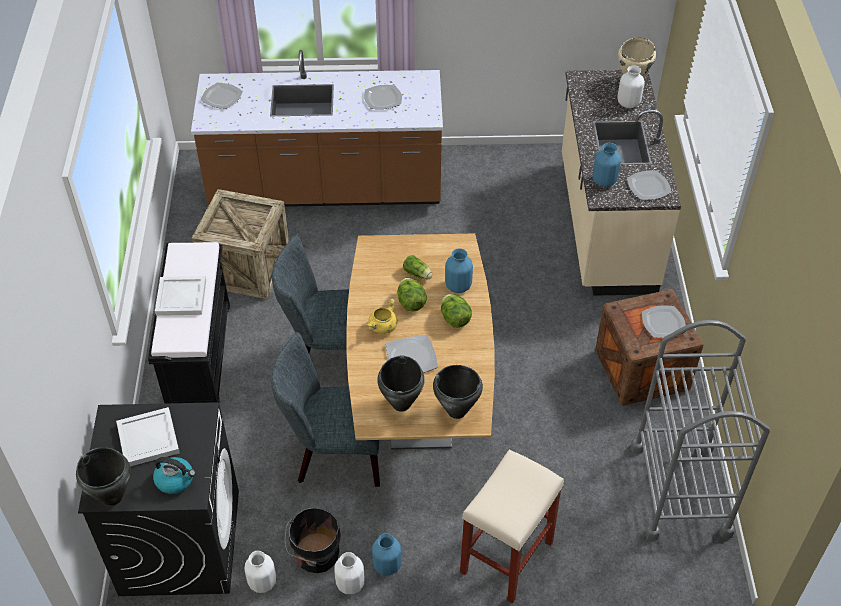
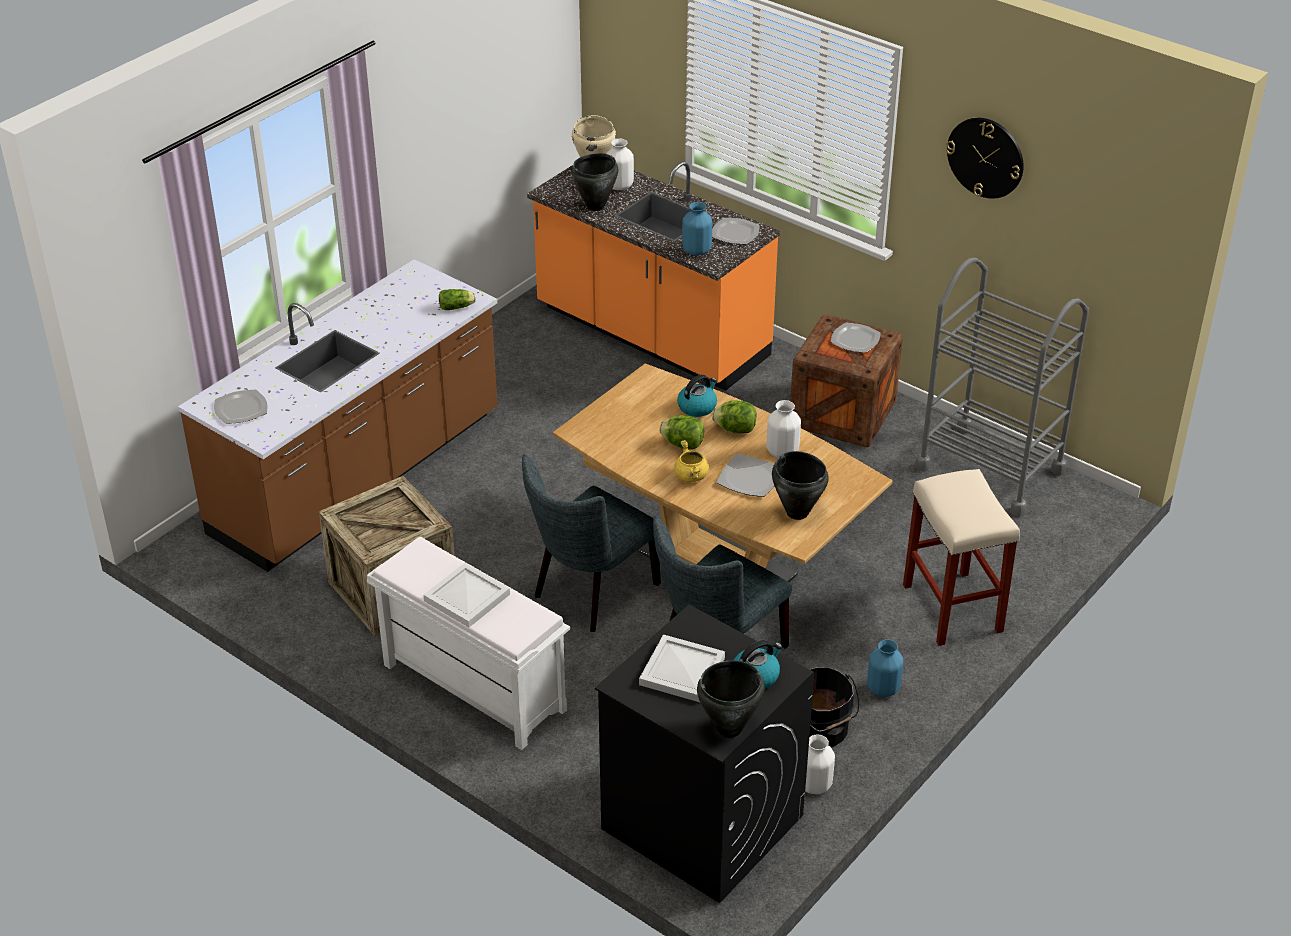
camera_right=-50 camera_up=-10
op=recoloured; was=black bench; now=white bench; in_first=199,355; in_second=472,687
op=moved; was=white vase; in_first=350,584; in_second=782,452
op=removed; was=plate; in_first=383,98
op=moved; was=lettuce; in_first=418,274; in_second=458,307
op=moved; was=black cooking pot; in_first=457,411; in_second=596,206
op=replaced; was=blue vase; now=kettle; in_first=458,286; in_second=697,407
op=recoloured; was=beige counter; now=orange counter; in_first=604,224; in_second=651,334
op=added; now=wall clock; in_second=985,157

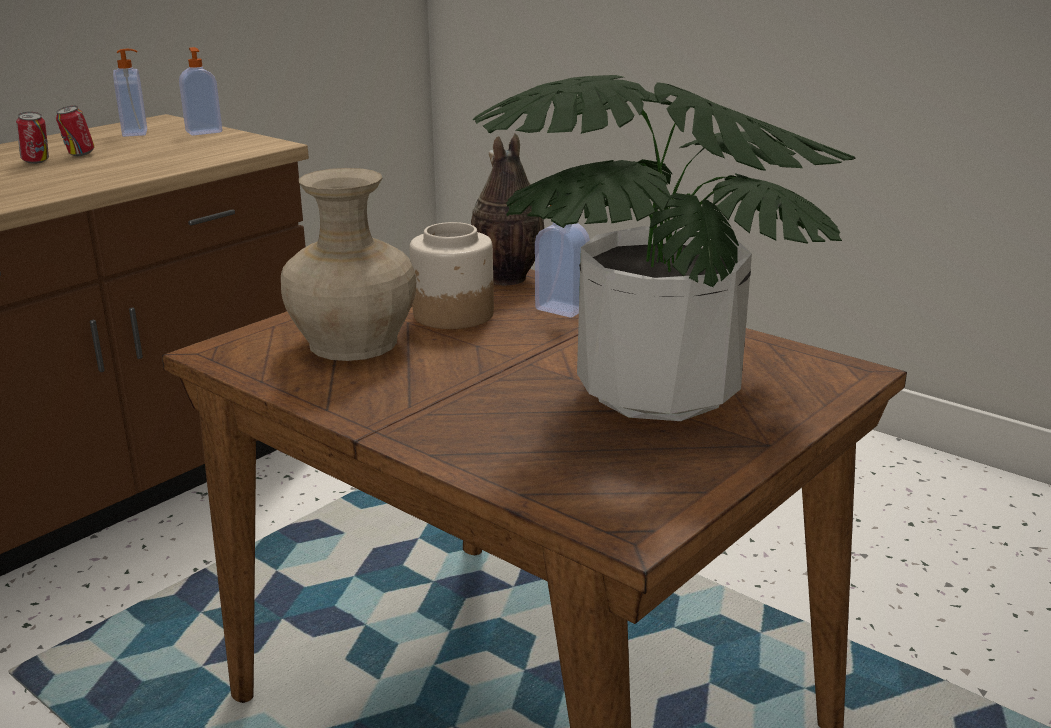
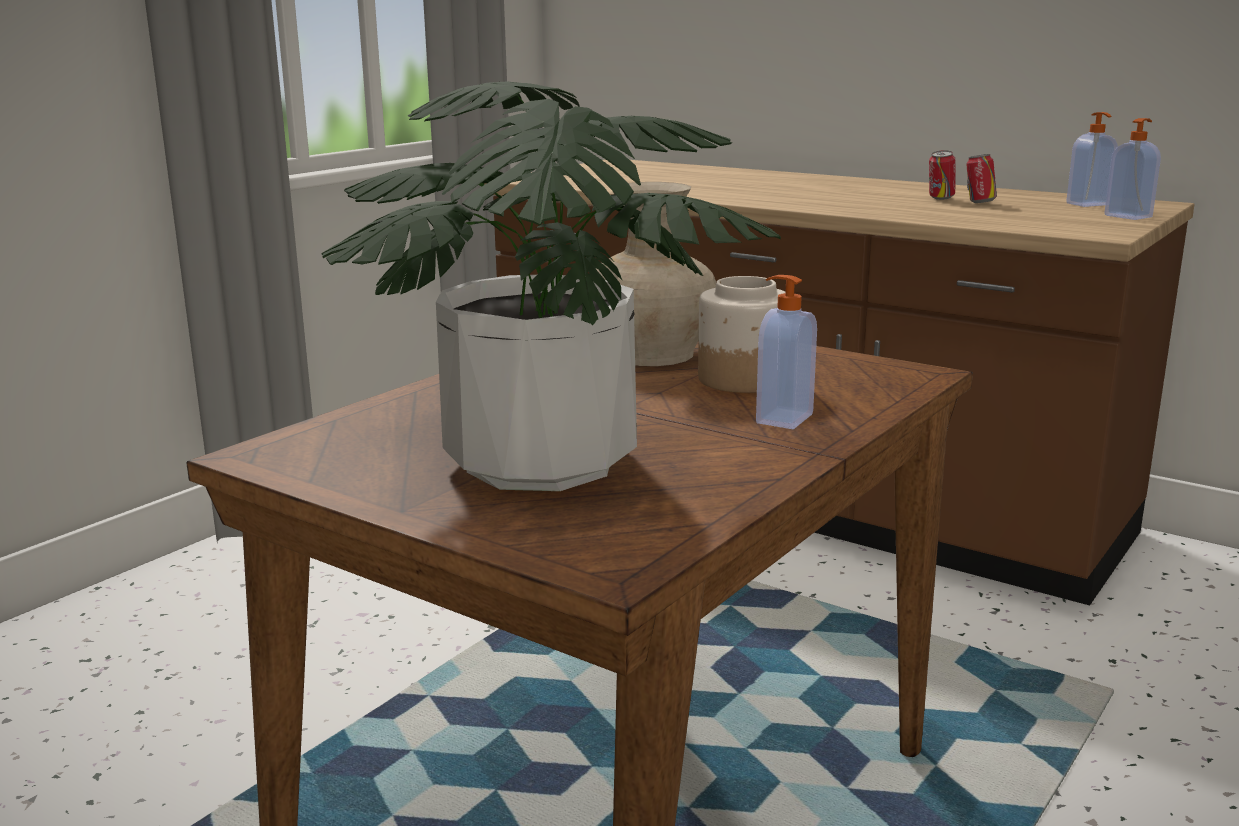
camera_right=85 camera_up=-5
op=removed; was=vase; in_first=507,279

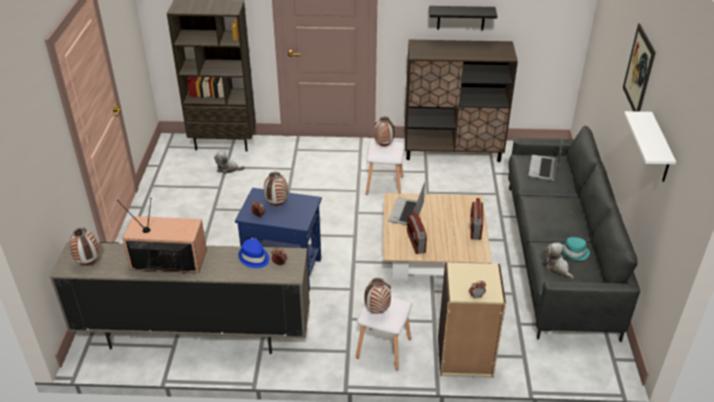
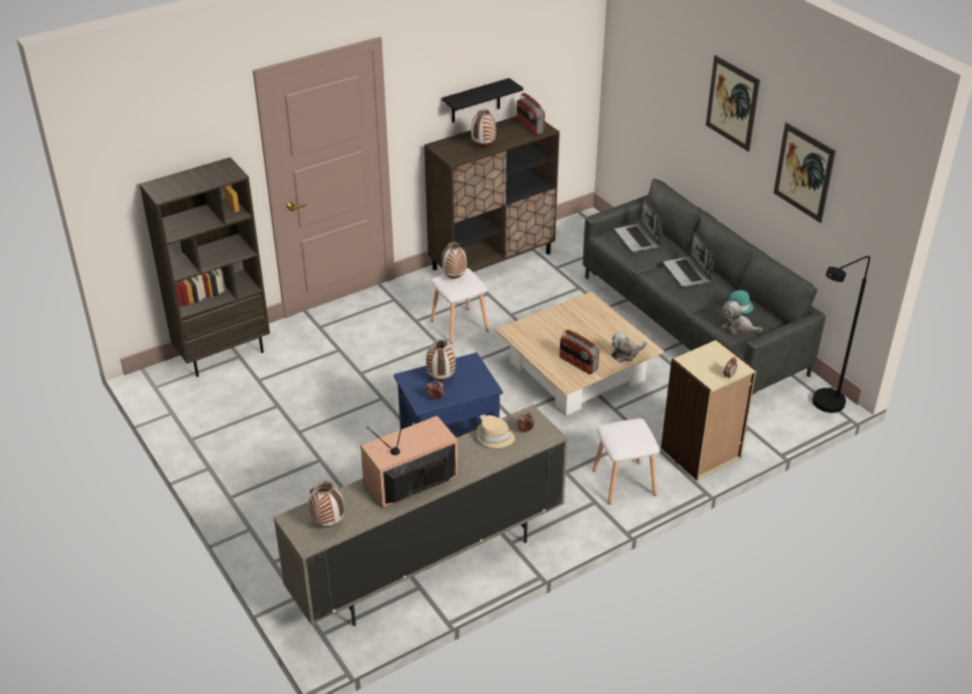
camera_right=-35 camera_up=0
op=moved; was=plush toy; in_first=228,169; in_second=626,354
op=recoloured; was=blue hat; now=beige hat; in_first=254,258; in_second=494,437
op=moved; was=vase; in_first=377,310; in_second=483,146
op=moved; was=laptop; in_first=406,213; in_second=687,273
op=moved; was=radio; in_first=475,228; in_second=530,127
op=replaced; was=white shelf; now=picture; in_first=659,149; in_second=804,172
op=added; now=black floor lamp; in_second=822,406

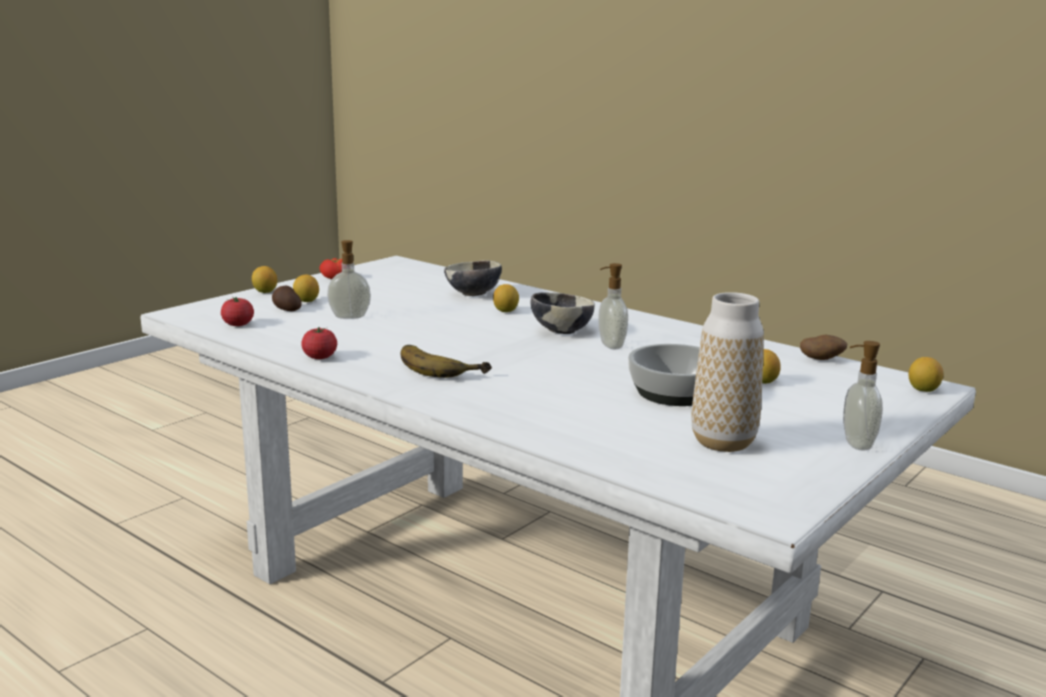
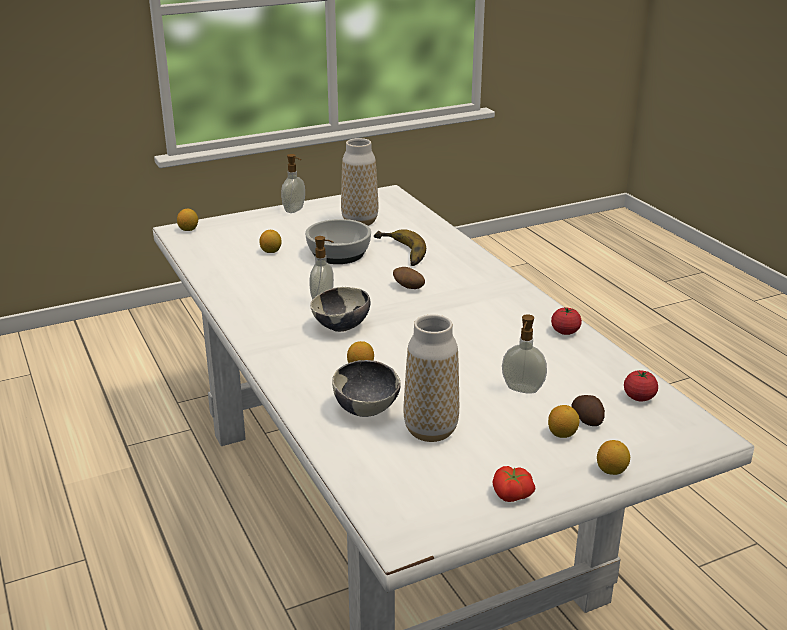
camera_right=-155 camera_up=10
op=moved; was=banana; in_first=442,367; in_second=398,253
op=moved; was=potato; in_first=821,360; in_second=408,287
op=added; now=vase; in_second=430,430

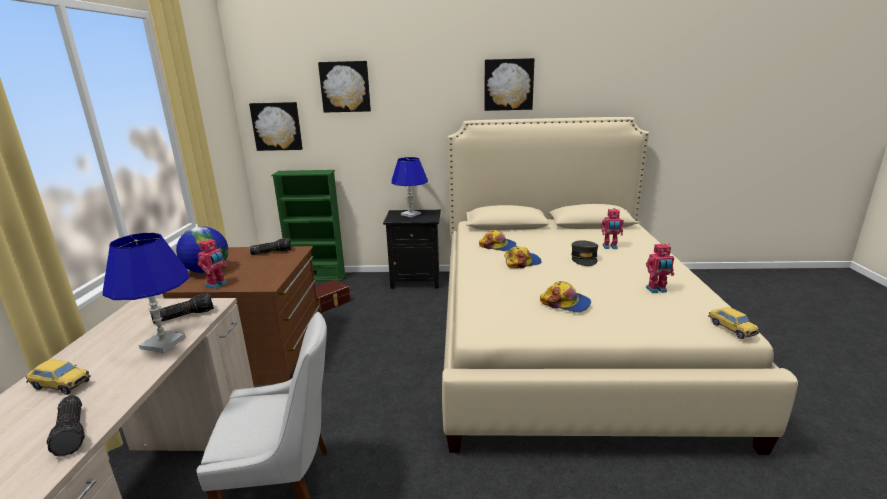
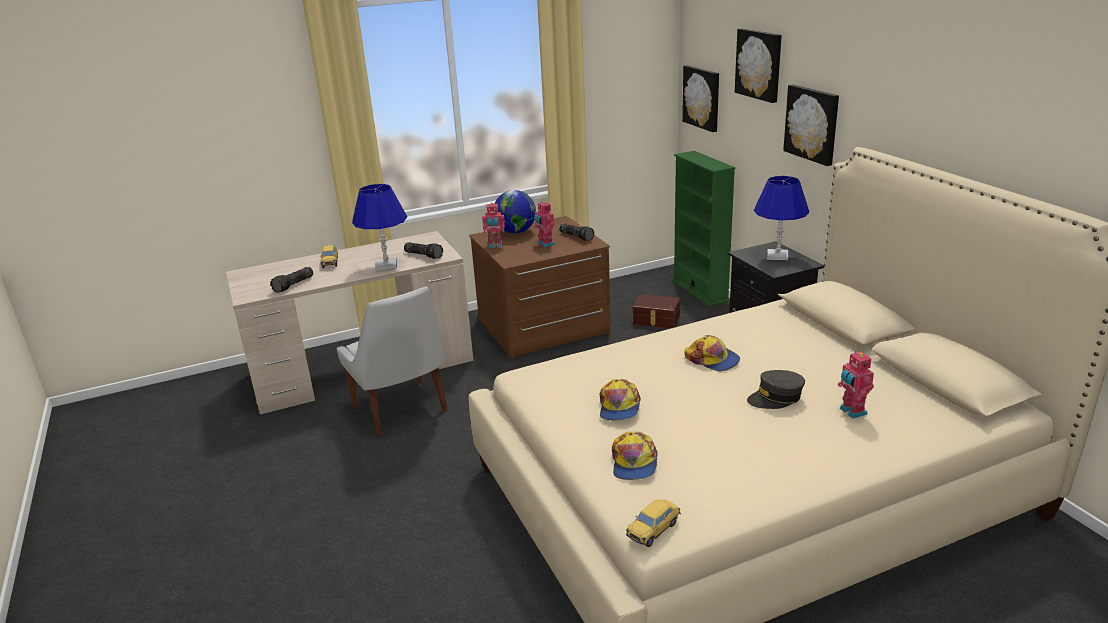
camera_right=65 camera_up=5
op=moved; was=cap; in_first=498,246; in_second=634,462
op=moved; was=picture; in_first=508,84; in_second=812,124
op=moved; was=toy robot; in_first=657,290; in_second=545,244

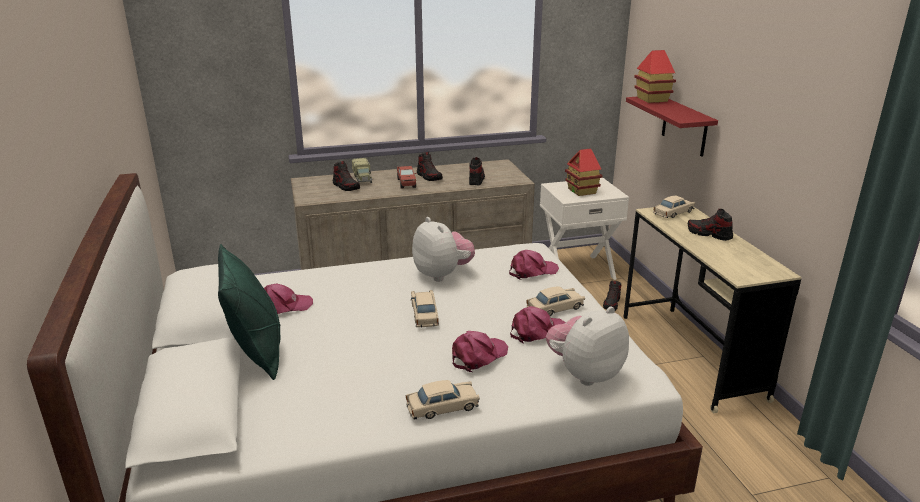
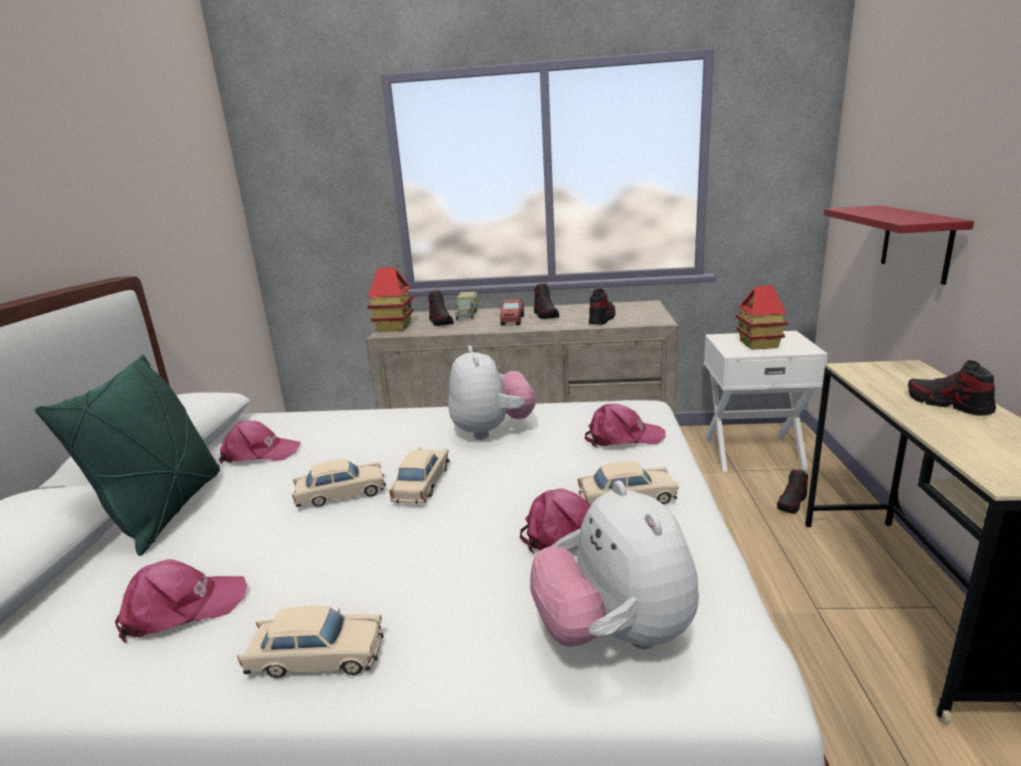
camera_right=20 camera_up=-5
op=moved; was=pink cap; in_first=478,356; in_second=182,608
op=turned; was=plush toy; in_first=584,373; in_second=614,635; clockwise=-90
op=moved; was=toy house; in_first=652,99; in_second=394,327
op=moved; was=beige toy car; in_first=673,213; in_second=341,494

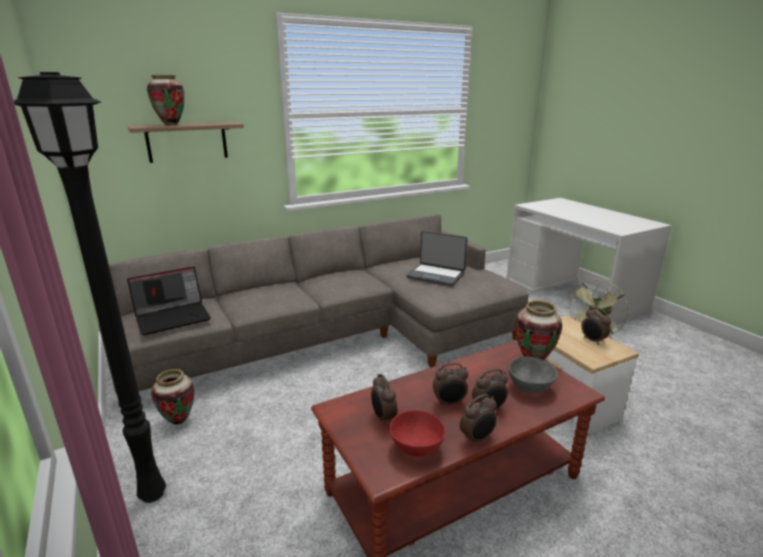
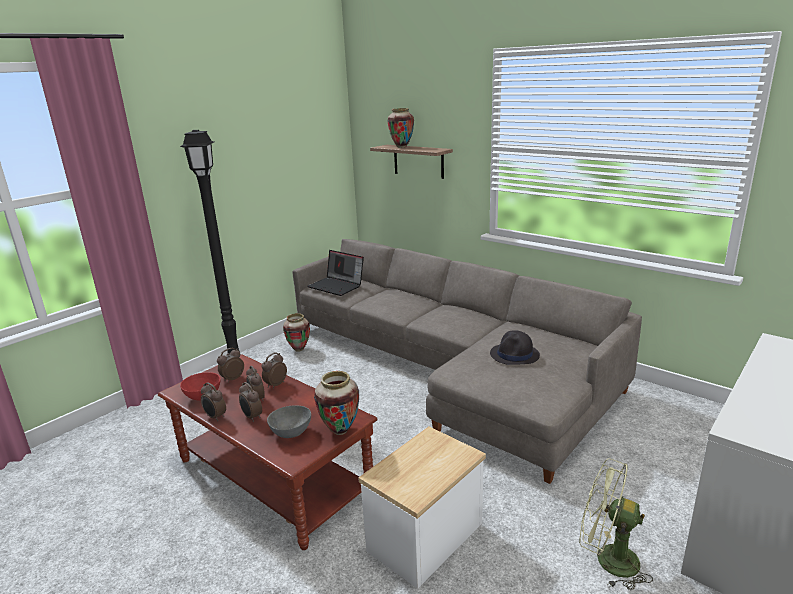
camera_right=70 camera_up=0
op=replaced; was=laptop; now=black hat; in_first=436,275; in_second=514,355
op=moved; was=alarm clock; in_first=593,341; in_second=275,385

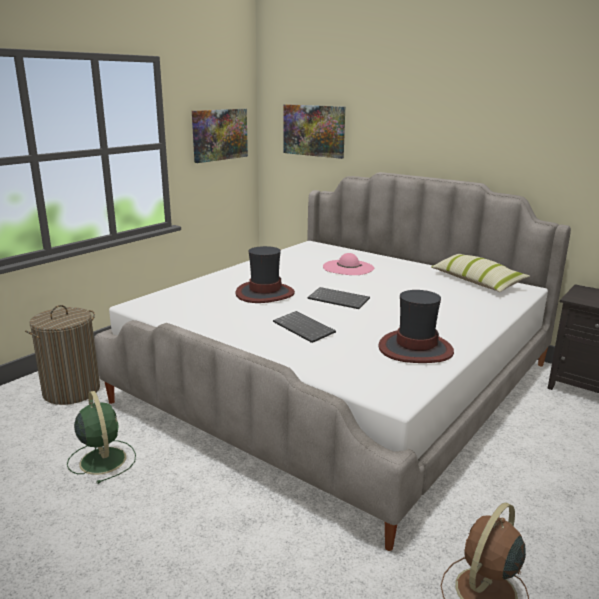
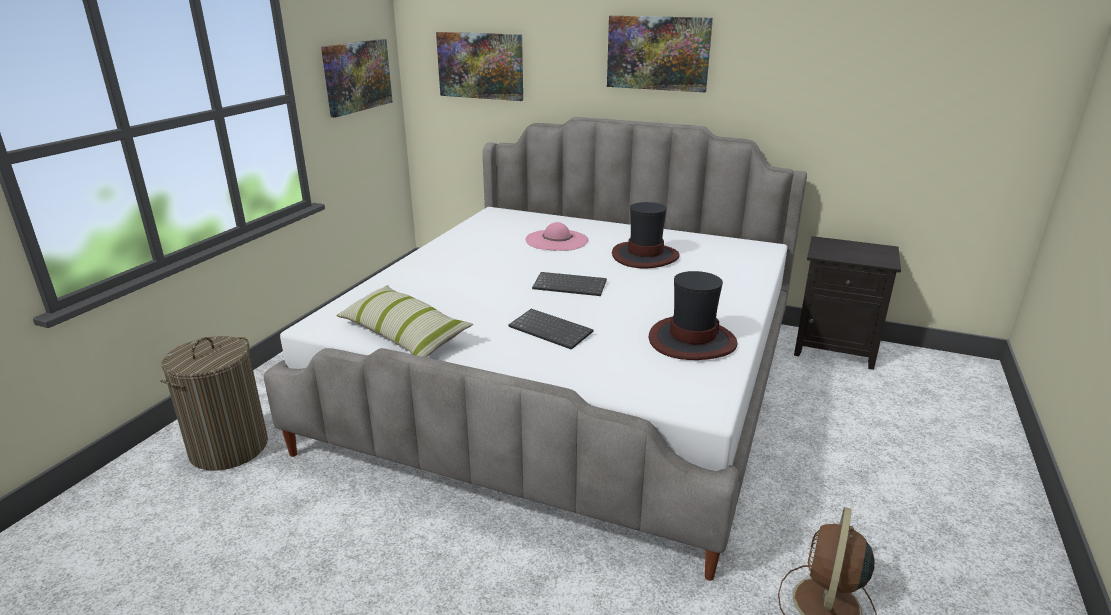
camera_right=-15 camera_up=5
op=removed; was=green fan; in_first=102,459
op=moved; was=hat; in_first=264,293; in_second=645,256
op=moved; was=pillow; in_first=476,281; in_second=403,335
op=added; now=picture; in_second=658,53

